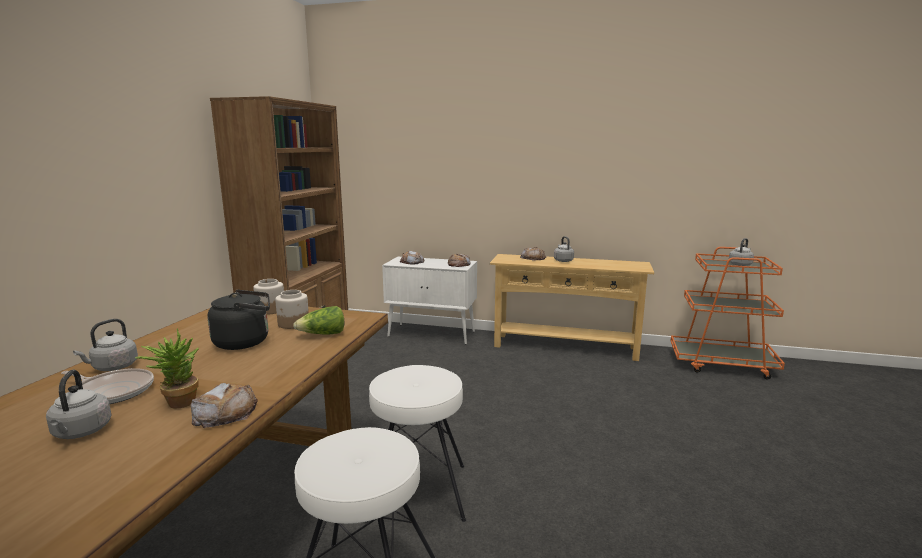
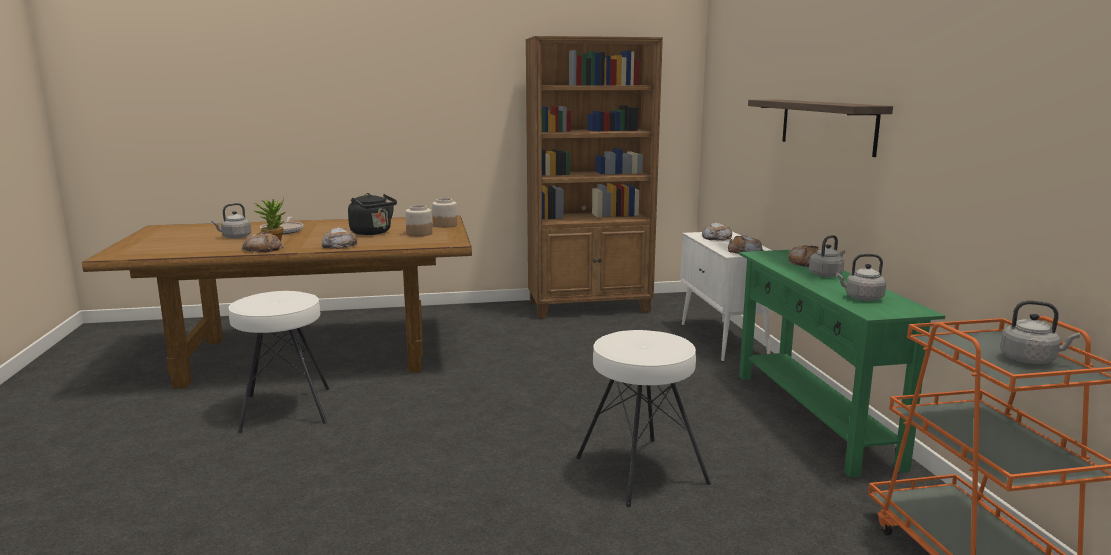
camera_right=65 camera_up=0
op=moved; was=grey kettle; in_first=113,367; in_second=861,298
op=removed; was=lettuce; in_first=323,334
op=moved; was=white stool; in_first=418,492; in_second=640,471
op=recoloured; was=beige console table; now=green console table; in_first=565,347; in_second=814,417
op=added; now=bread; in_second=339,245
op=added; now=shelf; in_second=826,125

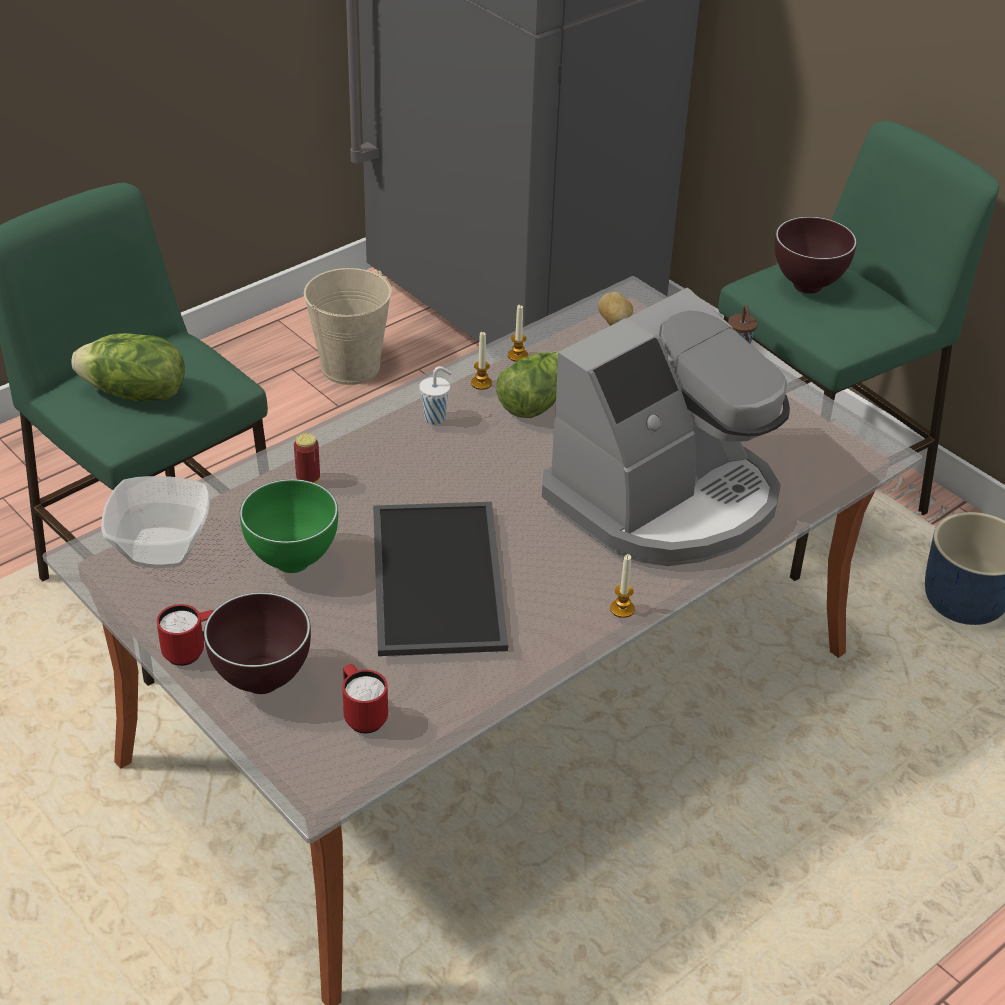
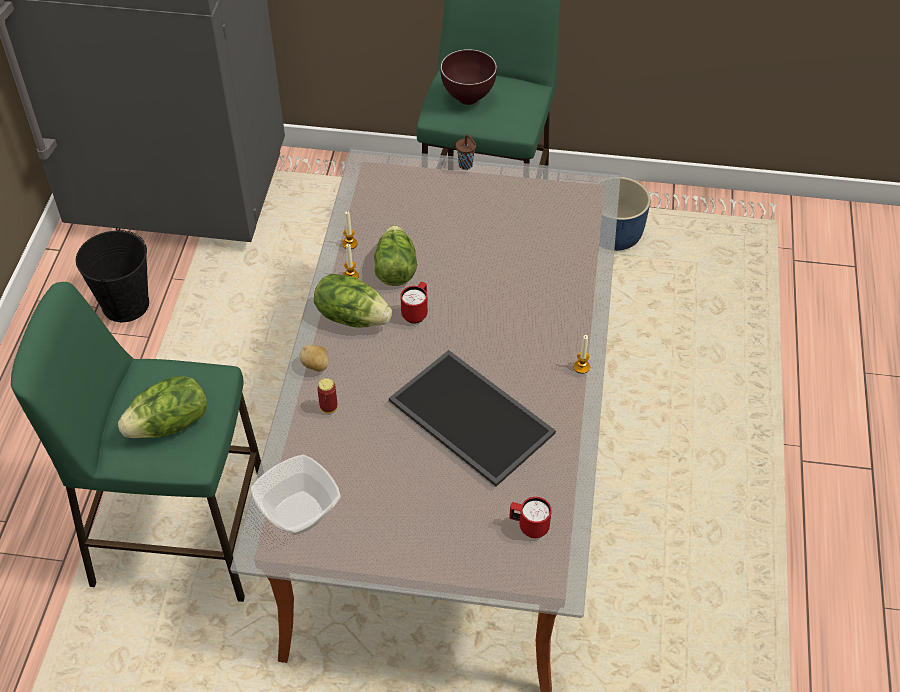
camera_right=-40 camera_up=10
op=moved; was=red mug; in_first=190,652; in_second=416,312
op=removed; was=brown bowl; in_first=262,683
op=removed; was=green bowl; in_first=294,564
op=recoloured; was=beige bucket; now=black bucket; in_first=350,367; in_second=125,304
op=replaced; was=white cup; now=lettuce; in_first=436,418; in_second=352,316
op=removed; was=coffee machine; in_first=665,499
op=moved; was=potato; in_first=614,323; in_second=316,366

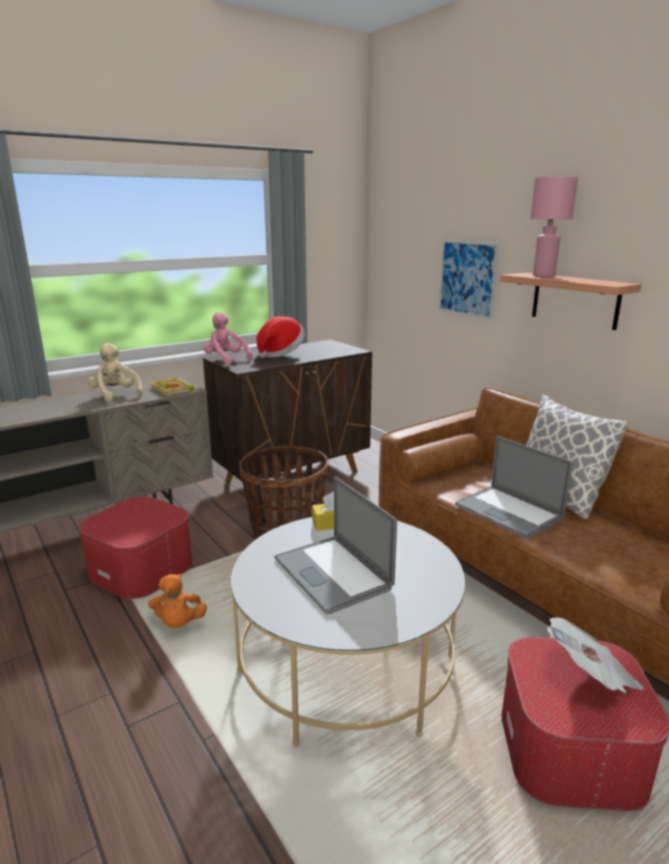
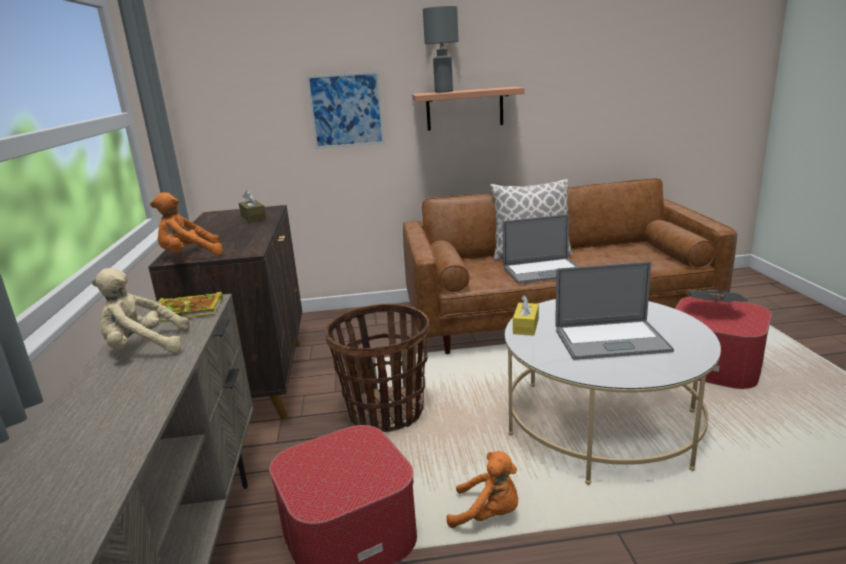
camera_right=-60 camera_up=0
op=recoloured; was=pink plush toy; now=orange plush toy; in_first=226,360; in_second=189,256
op=removed; was=hat; in_first=280,353
op=recoloured; was=pink table lamp; now=grey table lamp; in_first=544,276; in_second=444,92
op=added; now=brown tissue box; in_second=253,218

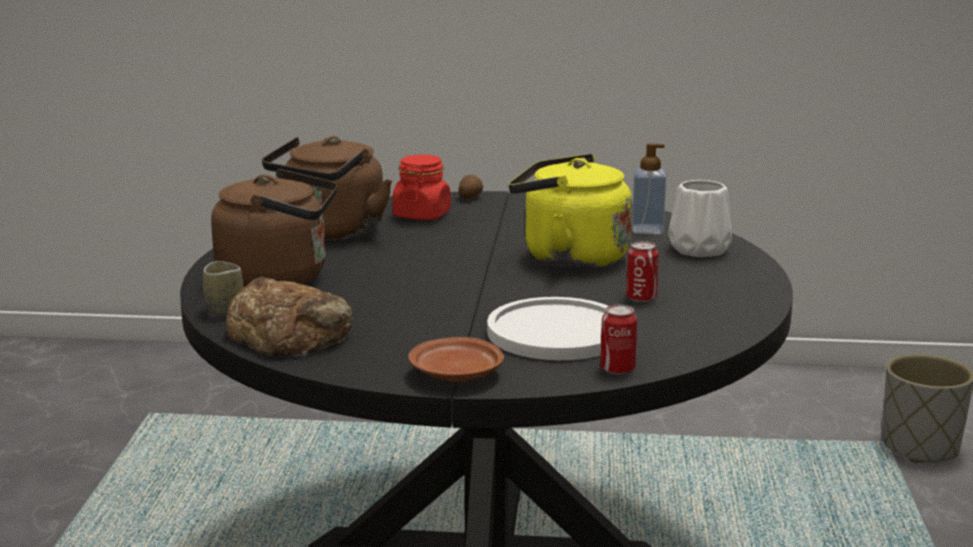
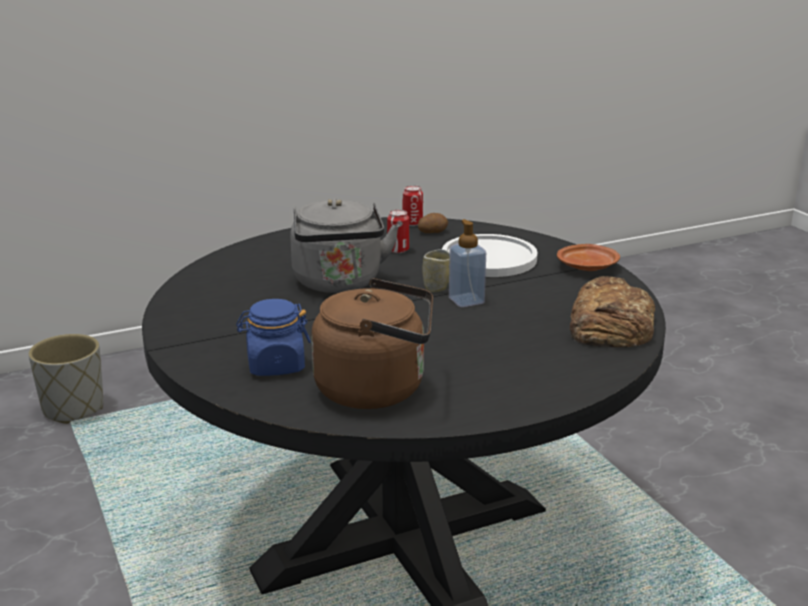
camera_right=-120 camera_up=5
op=moved; was=cup; in_first=225,311; in_second=437,287
op=removed; was=brown kettle; in_first=280,278
op=recoloured; was=red jar; now=blue jar; in_first=422,215; in_second=275,365
op=moved; was=potato; in_first=471,197; in_second=432,232
op=recoloured; was=yellow kettle; now=grey kettle; in_first=568,258; in_second=339,284
op=moved; was=can; in_first=617,369; in_second=412,223
op=moved; was=soap dispenser; in_first=647,230; in_second=466,301
op=removed; was=white vase; in_first=700,250

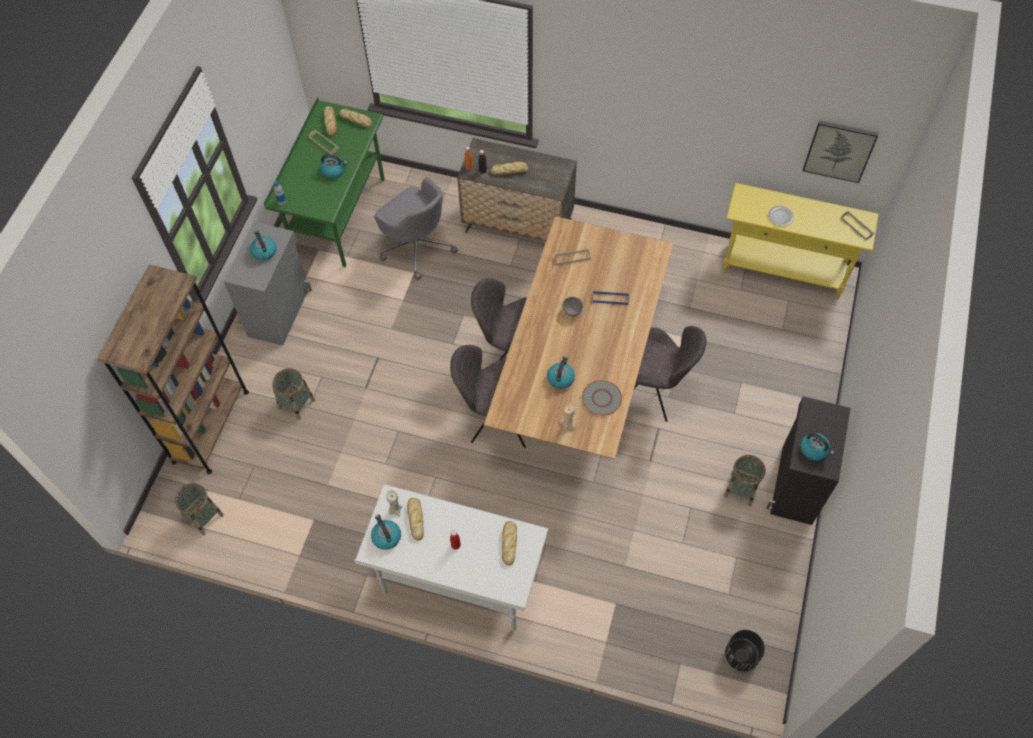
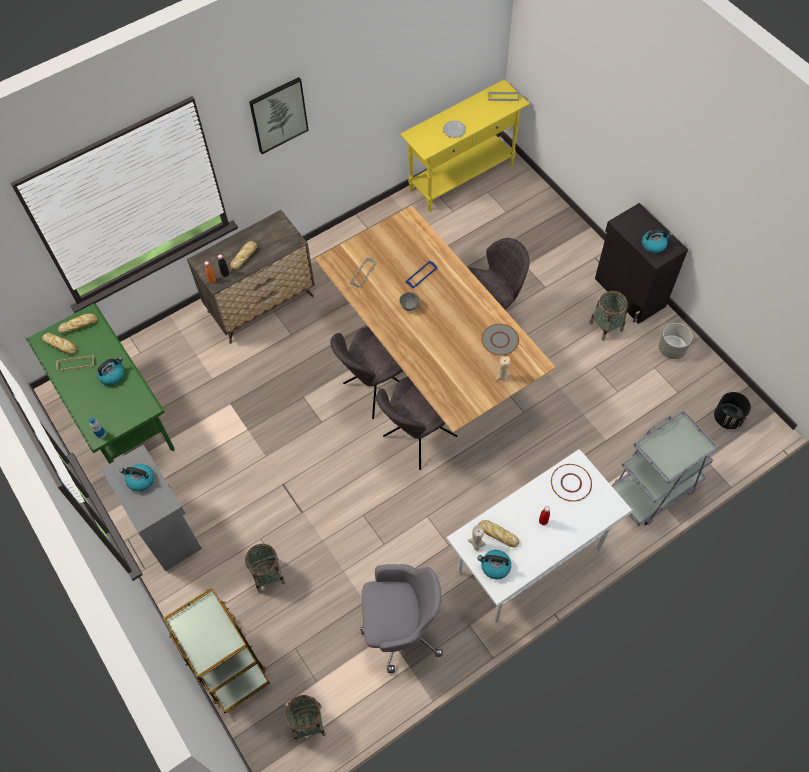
camera_right=-50 camera_up=0
op=replaced; was=brown bookcase; now=brown cart; in_first=210,426; in_second=225,660
op=moved; was=grey office chair; in_first=417,245; in_second=400,627
op=replaced; was=bread; now=white plate; in_first=509,543; in_second=570,483
op=removed; was=kettle; in_first=560,378
op=moved; was=picture; in_first=839,150; in_second=278,115
op=added; now=grey cart; in_second=653,488
op=added; now=grey planter; in_second=672,349

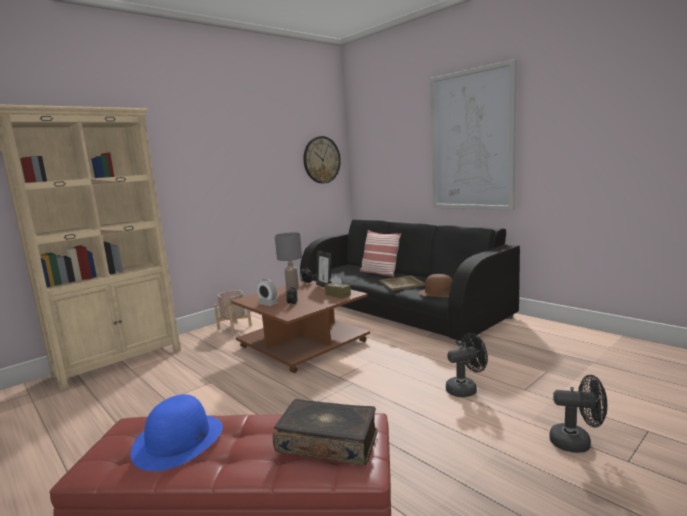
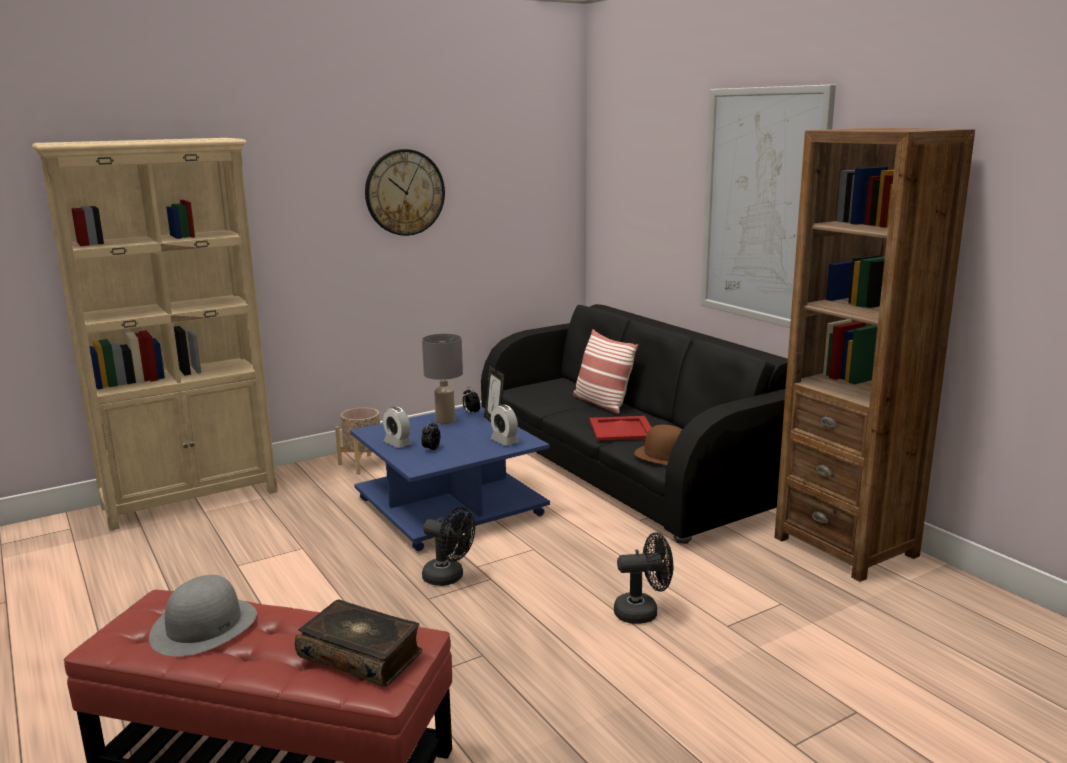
camera_right=10 camera_up=5
op=recoloured; was=blue hat; now=grey hat; in_first=178,440; in_second=204,625
op=recoloured; was=brown coffee table; now=blue coffee table; in_first=304,344; in_second=452,507
op=moved; was=wall clock; in_first=321,160; in_second=404,192
op=replaced; was=brown tissue box; now=alarm clock; in_first=338,295; in_second=504,441
op=recoloured; was=beige tray; now=red tray; in_first=401,283; in_second=621,429
op=moved; was=black fan; in_first=577,442; in_second=449,578
op=added; now=brown bookcase; in_second=845,546

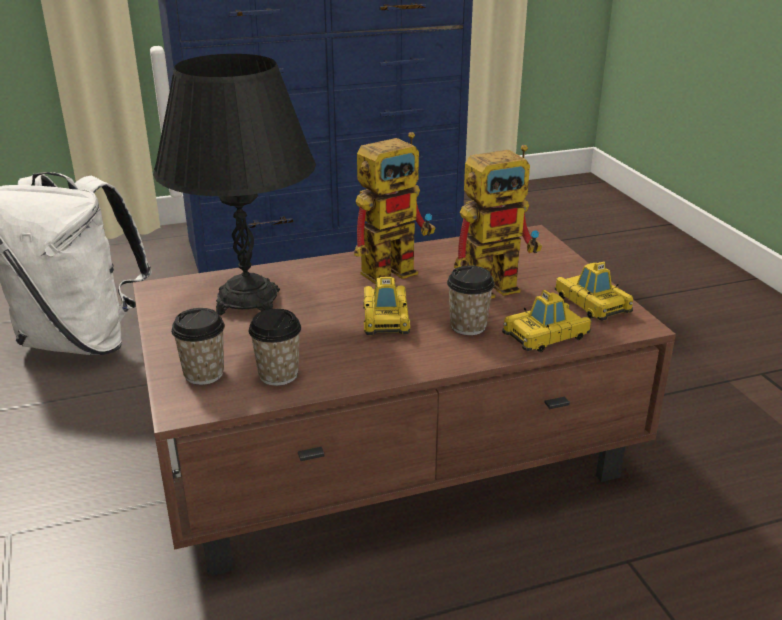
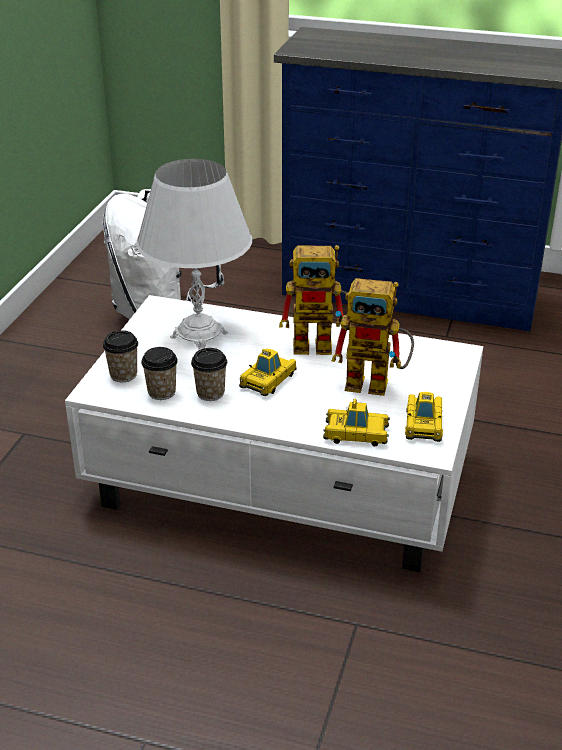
camera_right=35 camera_up=5
op=recoloured; was=brown coffee table; now=white coffee table; in_first=393,448; in_second=285,480
op=recoloured; was=black table lamp; now=white table lamp; in_first=248,302; in_second=199,335
op=moved; was=cup; in_first=468,326; in_second=210,393

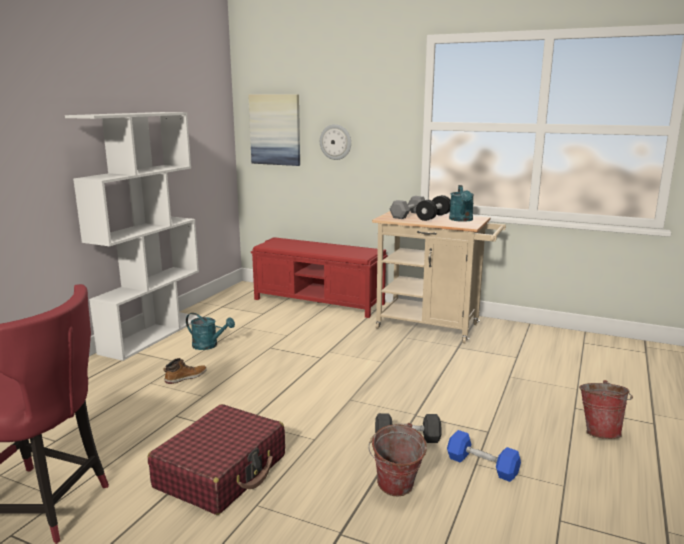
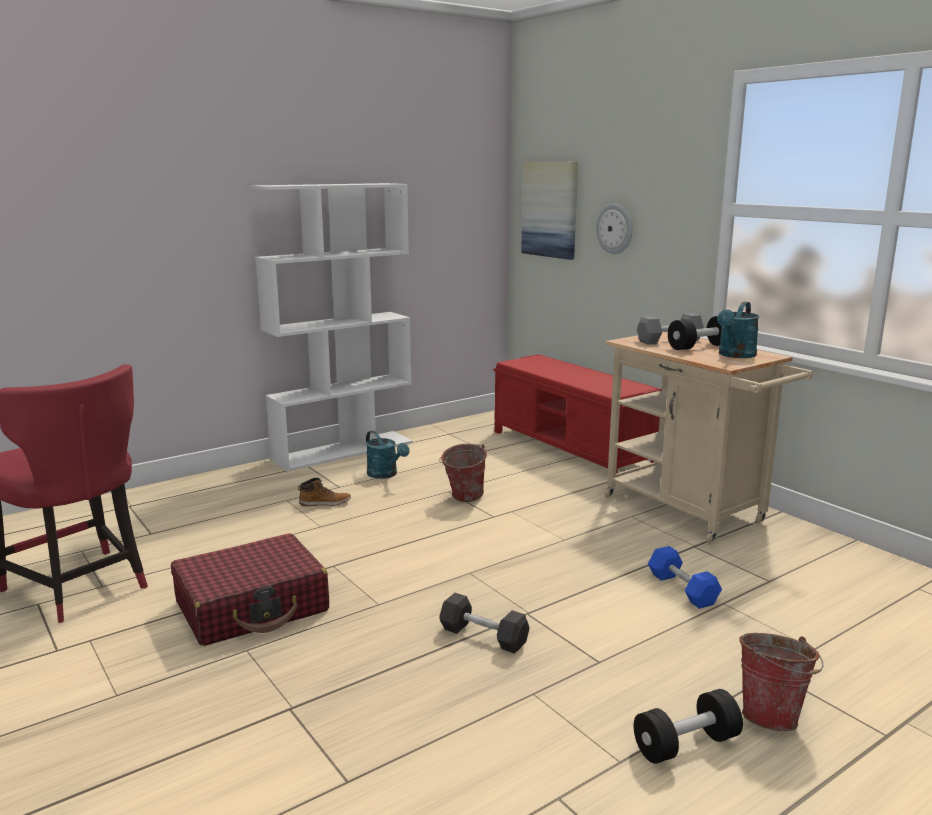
camera_right=30 camera_up=0
op=moved; was=bucket; in_first=395,491; in_second=463,499
op=moved; was=blue dumbbell; in_first=482,466; in_second=682,589
op=added; now=black dumbbell; in_second=686,745

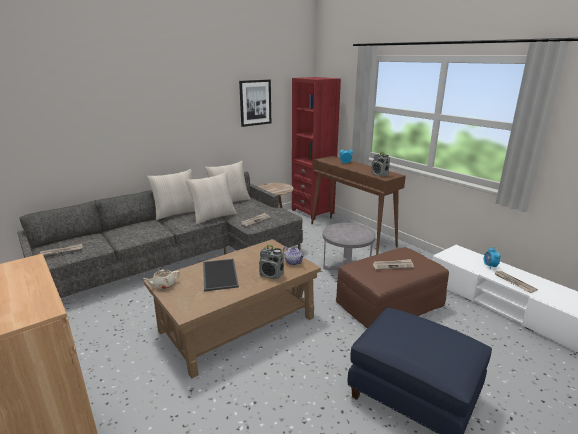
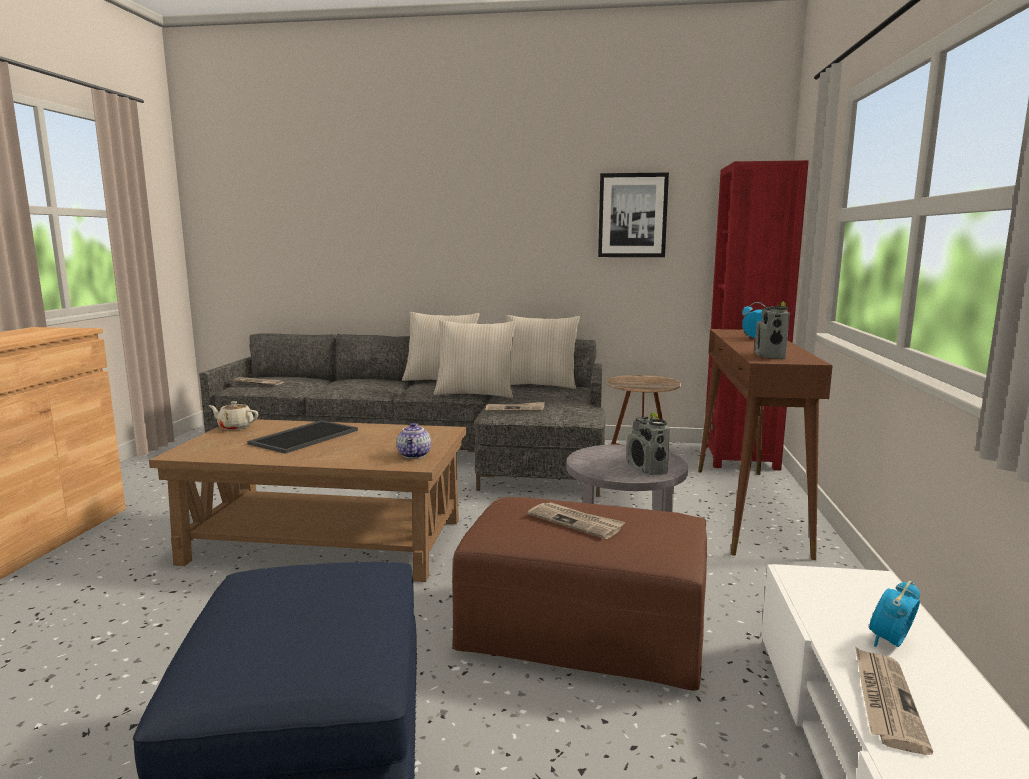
camera_right=45 camera_up=-10
op=moved; was=radio; in_first=271,275; in_second=647,469

